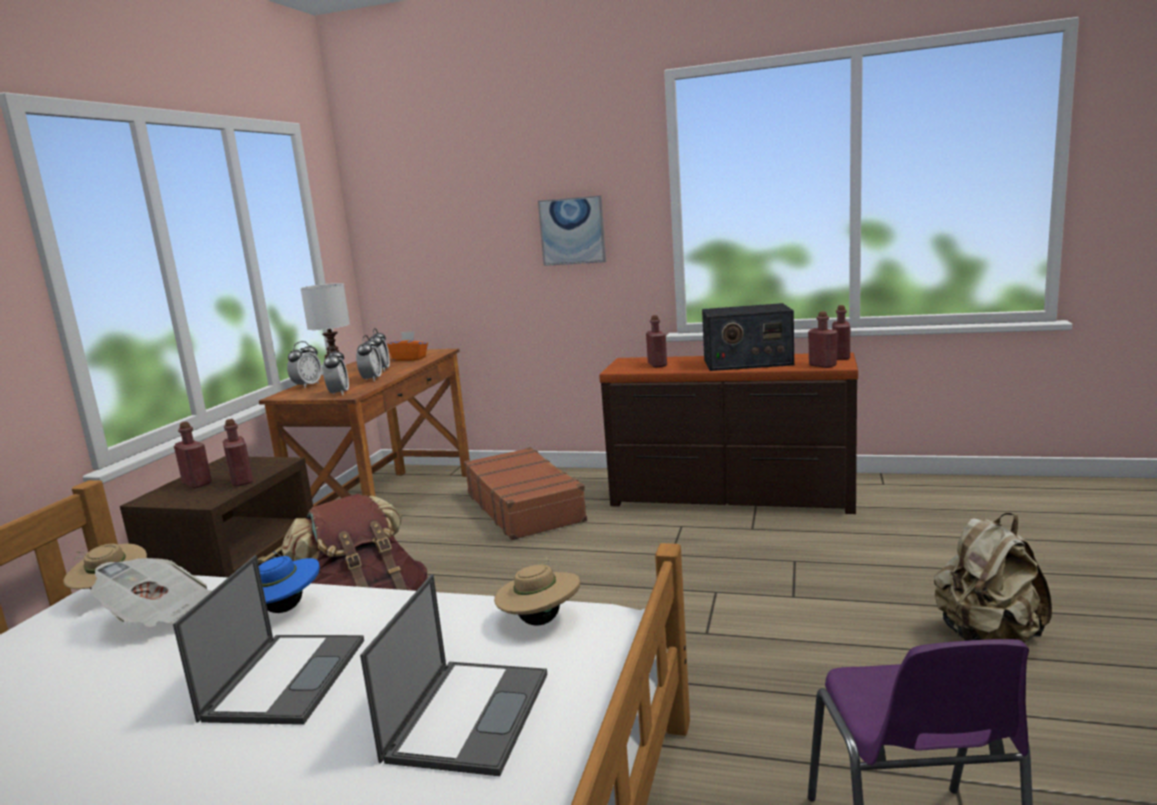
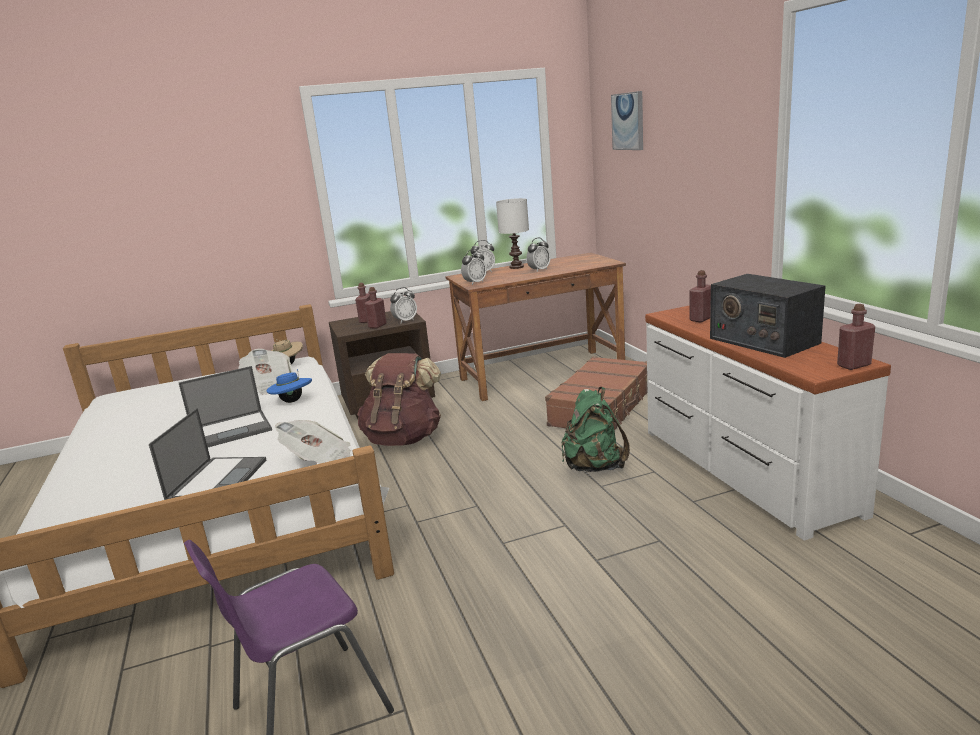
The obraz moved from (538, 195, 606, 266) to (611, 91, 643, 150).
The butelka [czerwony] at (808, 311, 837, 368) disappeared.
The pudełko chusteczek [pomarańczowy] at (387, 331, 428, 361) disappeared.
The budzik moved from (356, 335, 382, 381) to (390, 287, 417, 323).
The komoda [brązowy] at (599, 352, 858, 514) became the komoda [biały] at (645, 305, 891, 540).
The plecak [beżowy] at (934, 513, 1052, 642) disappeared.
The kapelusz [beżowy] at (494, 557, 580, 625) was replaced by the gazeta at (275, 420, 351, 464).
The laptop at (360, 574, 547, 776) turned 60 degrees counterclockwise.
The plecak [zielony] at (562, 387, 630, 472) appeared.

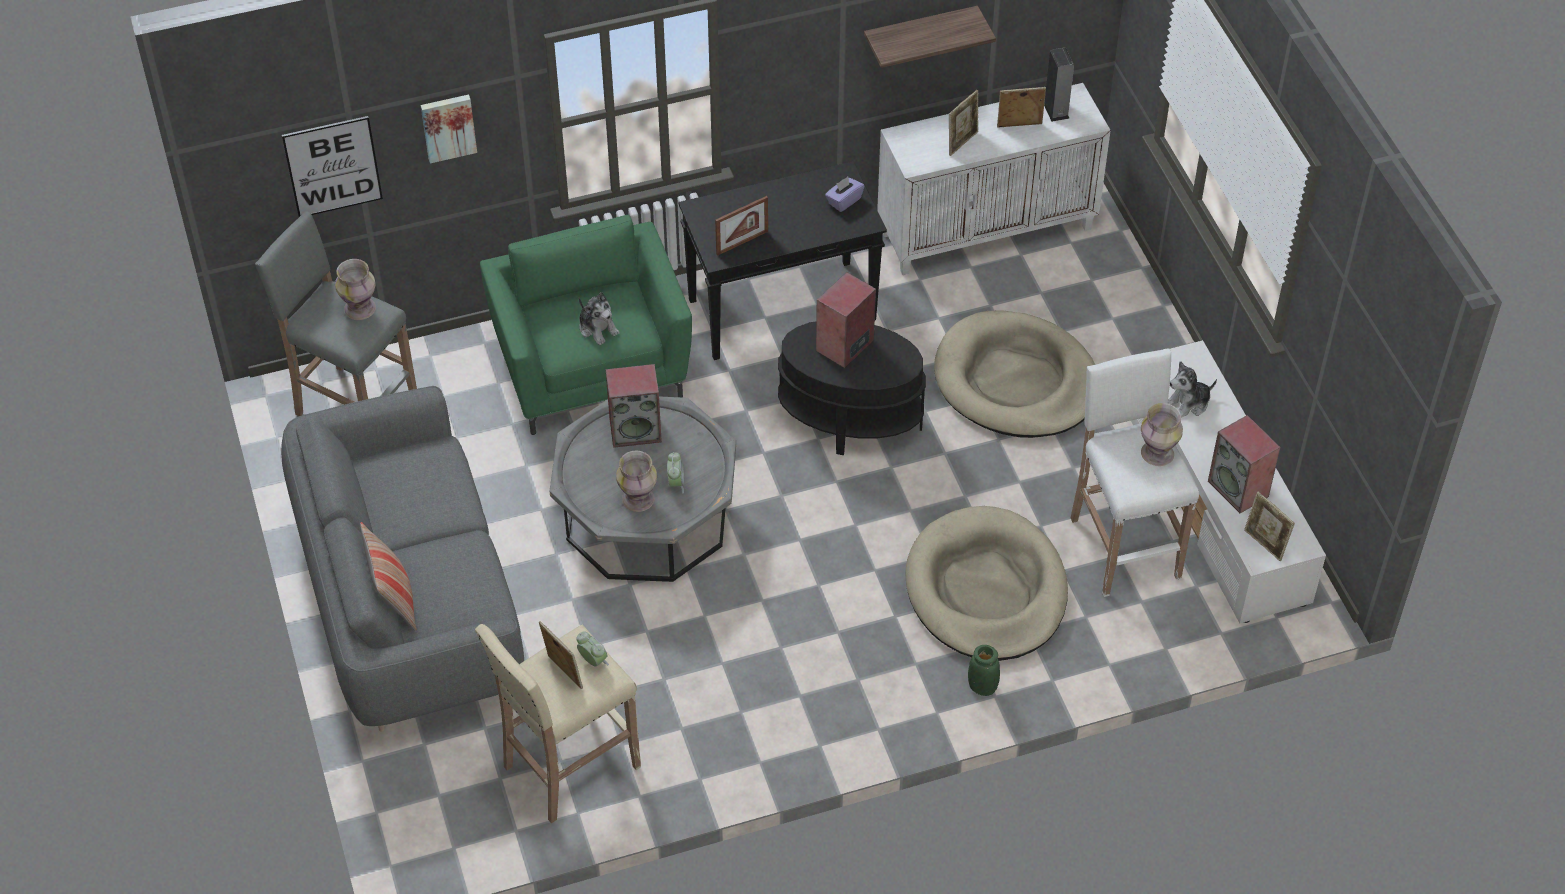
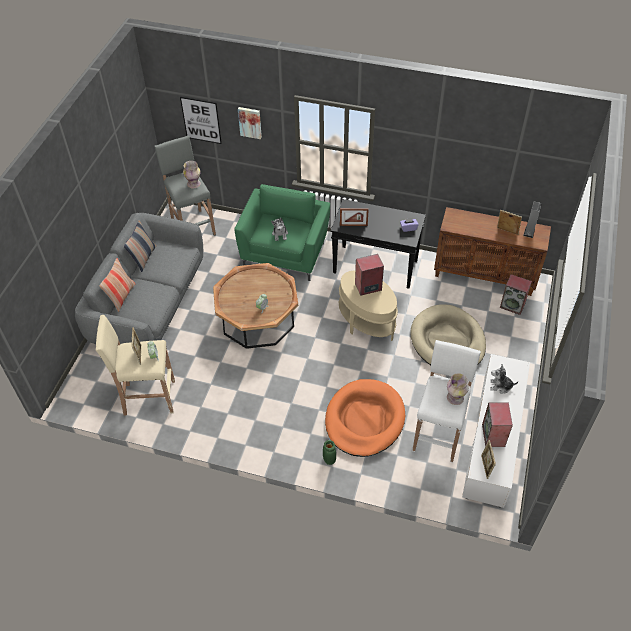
The półka at (864, 6, 996, 68) disappeared.
The szafka [biały] at (877, 83, 1111, 275) became the szafka [brązowy] at (434, 207, 551, 296).
The ramka na zdjęcie at (949, 90, 978, 156) disappeared.
The stolik [czarny] at (778, 321, 926, 455) became the stolik [beżowy] at (339, 270, 398, 341).
The głośnik moved from (605, 364, 662, 448) to (500, 274, 532, 315).
The ława [szary] at (550, 397, 736, 582) became the ława [brązowy] at (213, 263, 298, 349).
The wazon at (616, 451, 657, 512) disappeared.
The legowisko [beżowy] at (905, 506, 1068, 661) became the legowisko [pomarańczowy] at (325, 379, 405, 457).
The poduszka at (124, 220, 156, 272) appeared.

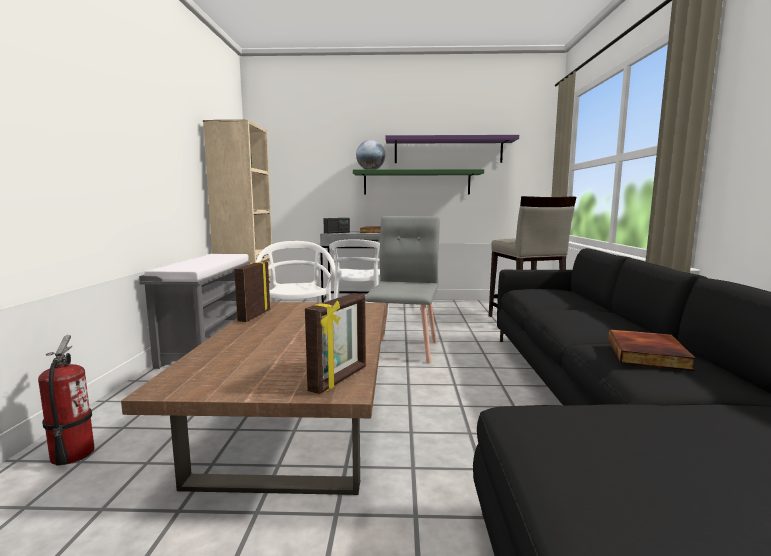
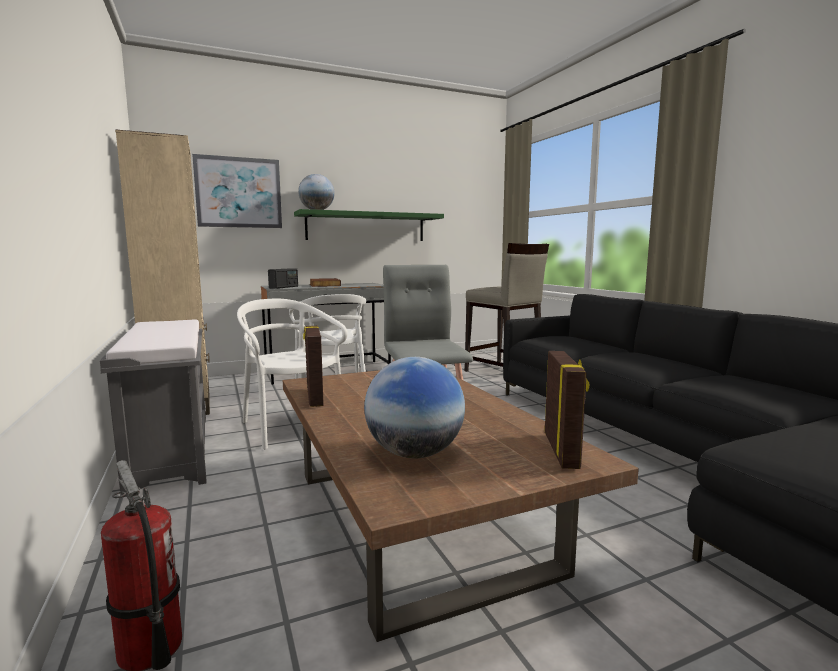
The półka [fioletowy] at (385, 135, 519, 163) disappeared.
The książka at (608, 329, 695, 371) disappeared.
The obraz at (192, 154, 282, 228) appeared.
The globus at (364, 357, 465, 459) appeared.

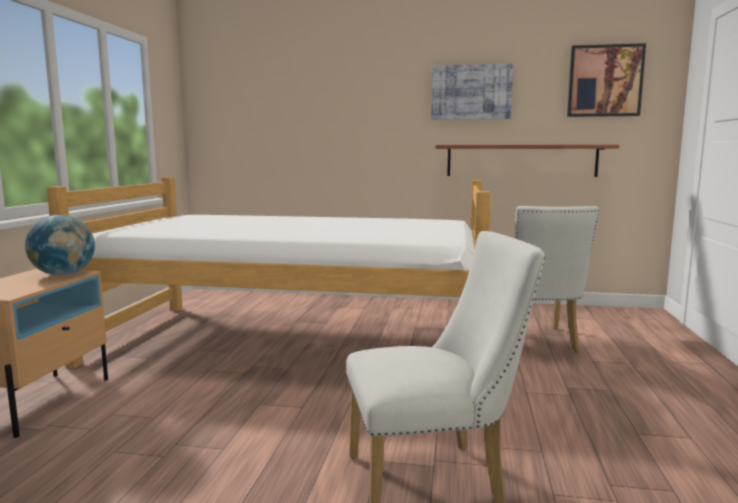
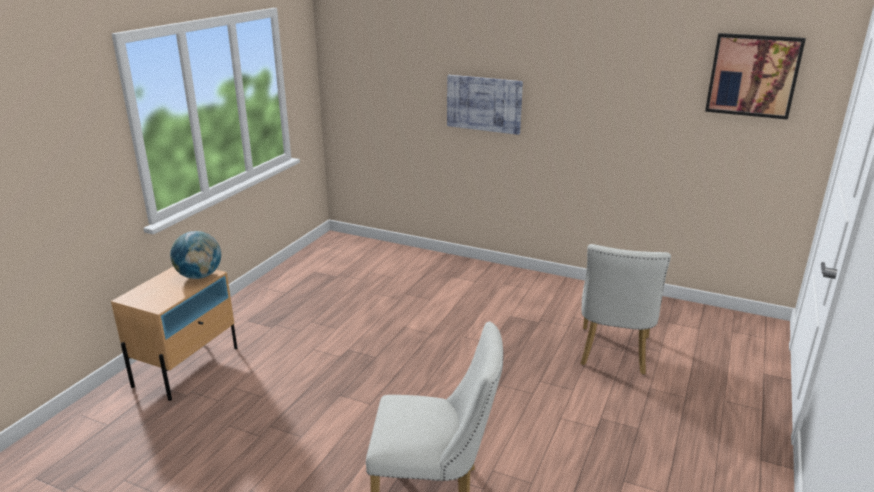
The obraz moved from (431, 64, 513, 120) to (447, 75, 523, 135).
The półka at (436, 145, 619, 177) disappeared.
The łóżko at (47, 177, 491, 368) disappeared.

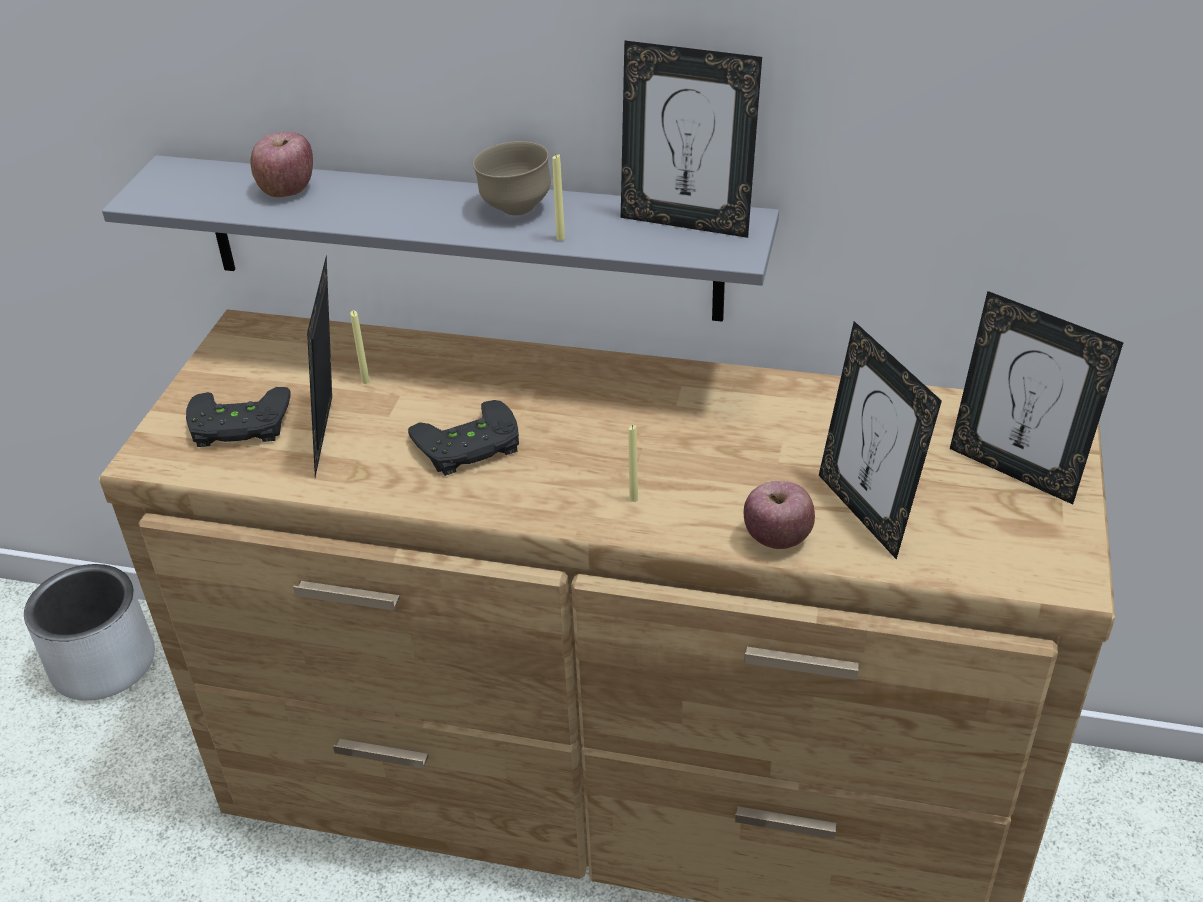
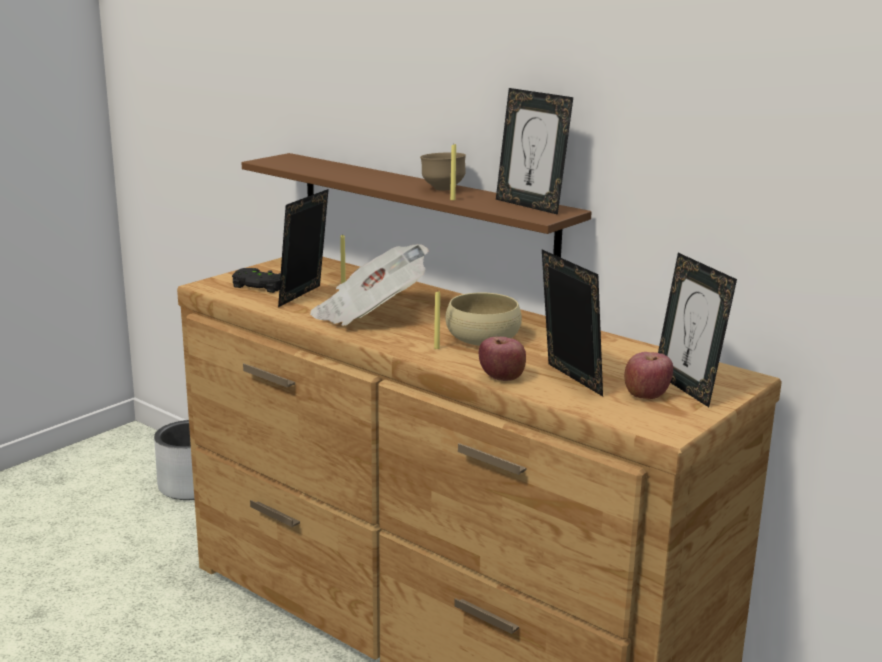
The jabłko moved from (250, 132, 313, 197) to (624, 352, 673, 399).
The półka [szary] at (102, 155, 779, 322) became the półka [brązowy] at (242, 153, 592, 258).
The ramka na zdjęcie at (819, 321, 942, 560) turned 150 degrees clockwise.
The pad do gier [czarny] at (408, 400, 519, 476) was replaced by the gazeta at (310, 244, 429, 326).
The miska [beżowy] at (445, 293, 522, 346) appeared.

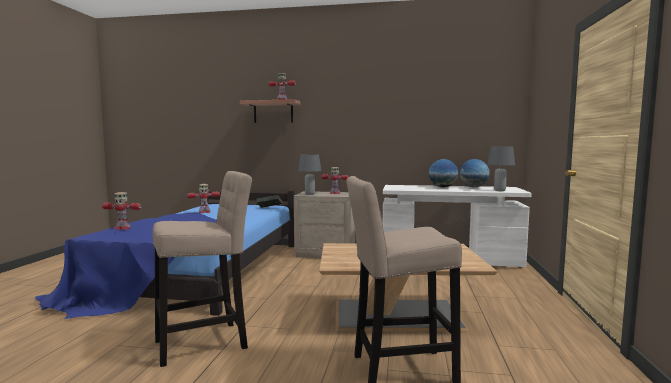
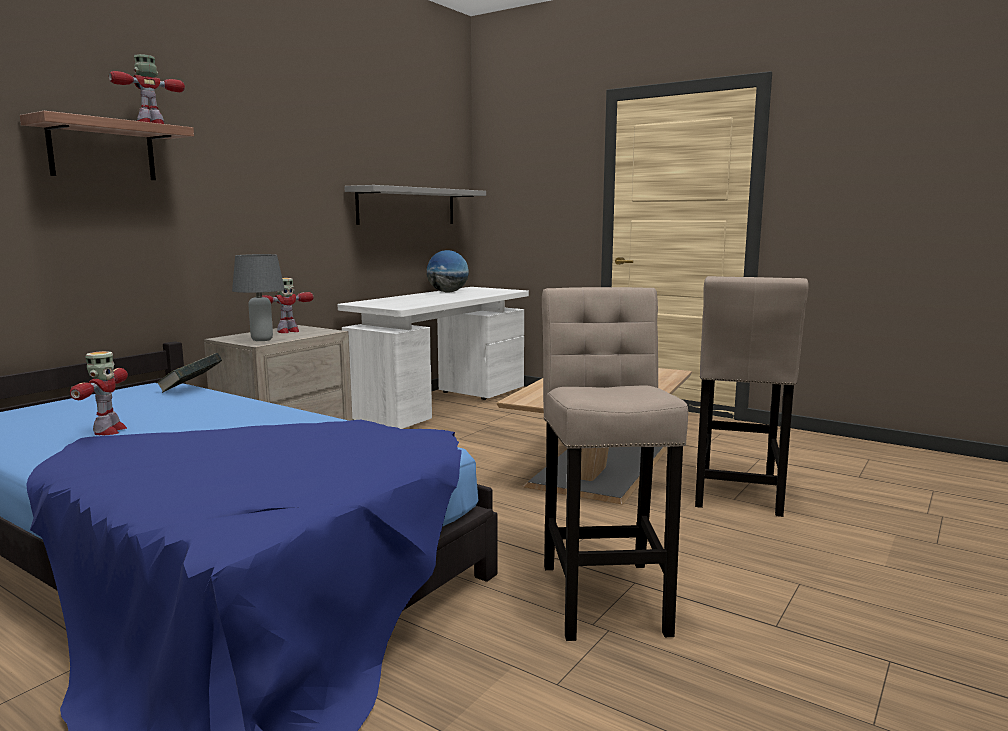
The lampa stołowa [szary] at (487, 147, 515, 191) disappeared.
The globus at (429, 159, 458, 188) disappeared.
The robot zabawkowy at (102, 192, 142, 230) disappeared.
The półka [szary] at (344, 185, 486, 225) appeared.

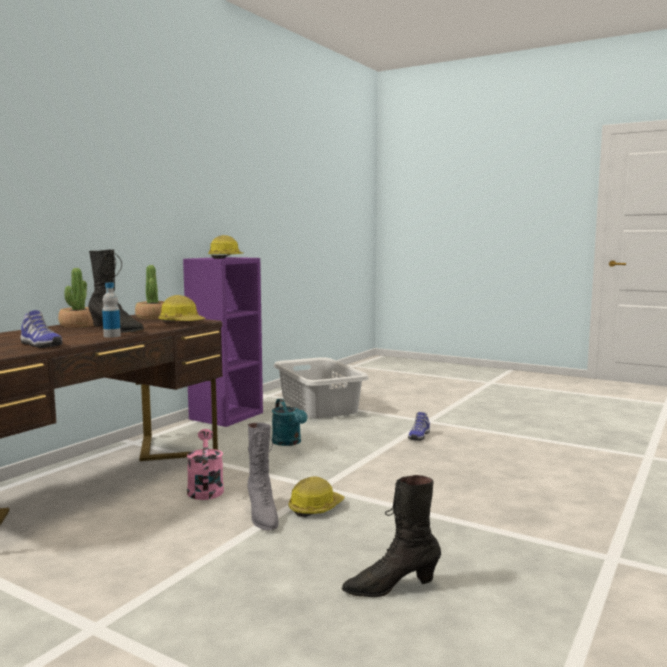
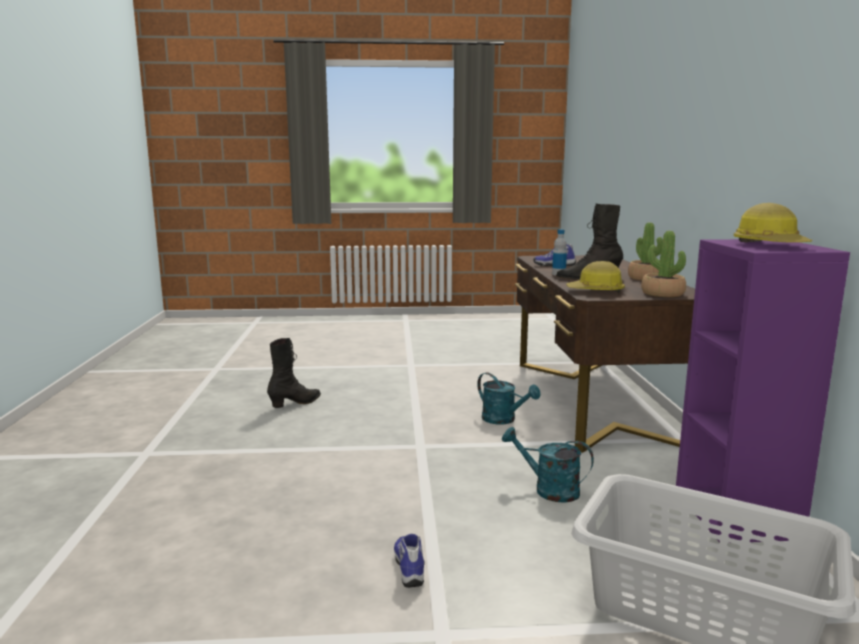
The but z cholewką [szary] at (248, 422, 279, 531) disappeared.
The konewka [różowy] at (187, 429, 224, 500) became the konewka [turkusowy] at (477, 373, 541, 424).
The kask at (289, 477, 344, 517) disappeared.

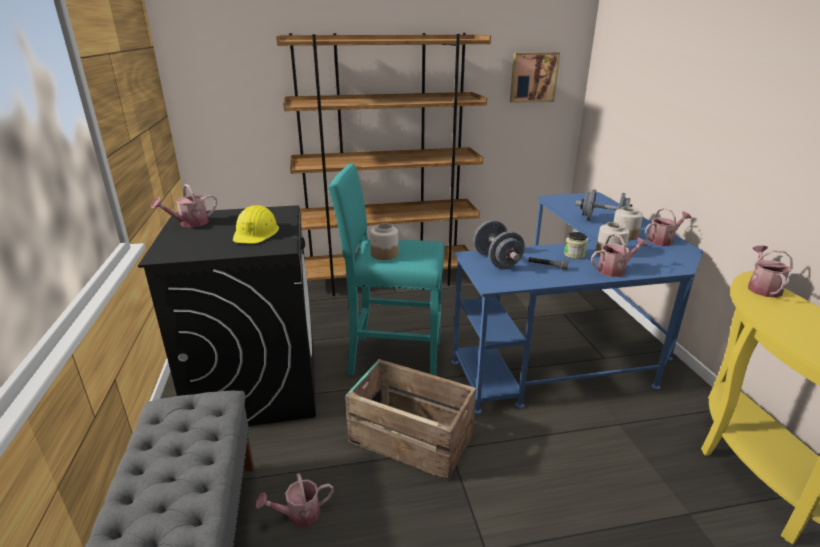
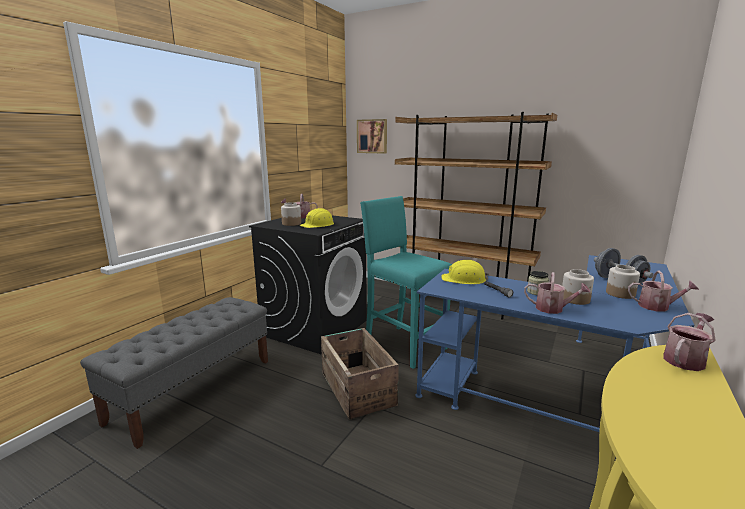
The obraz moved from (510, 52, 560, 103) to (357, 119, 387, 154).
The hantel [szary] at (473, 220, 525, 269) was replaced by the kask [żółty] at (441, 260, 489, 284).
The słoik moved from (370, 223, 398, 260) to (281, 202, 301, 226).
The konewka at (256, 473, 334, 526) disappeared.

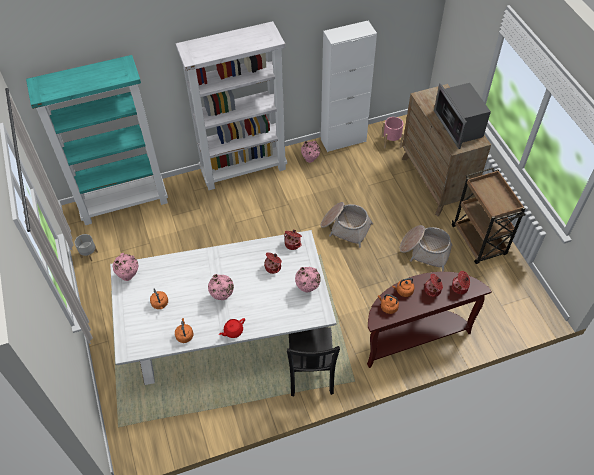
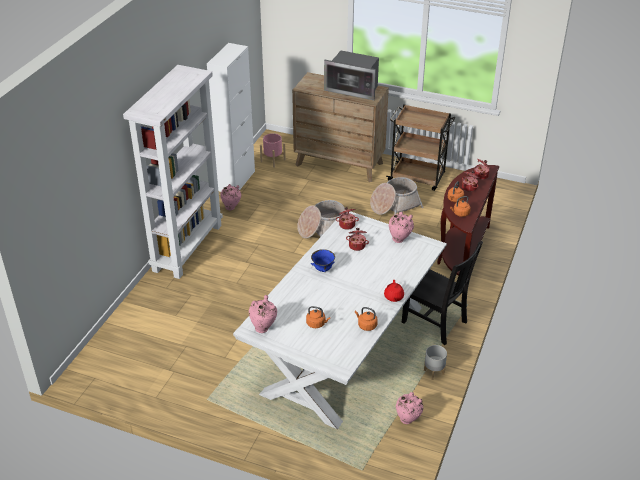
The regał [turkusowy] at (26, 55, 168, 225) disappeared.
The donica [szary] moved from (75, 234, 98, 261) to (424, 345, 447, 380).
The wazon [różowy] moved from (208, 274, 234, 300) to (396, 392, 423, 424).
The miska [niebieski] at (311, 249, 335, 272) appeared.

